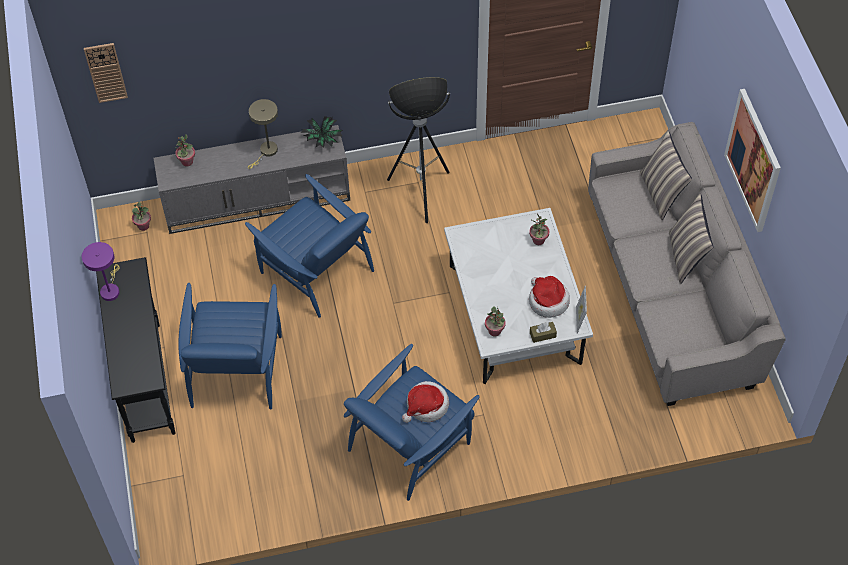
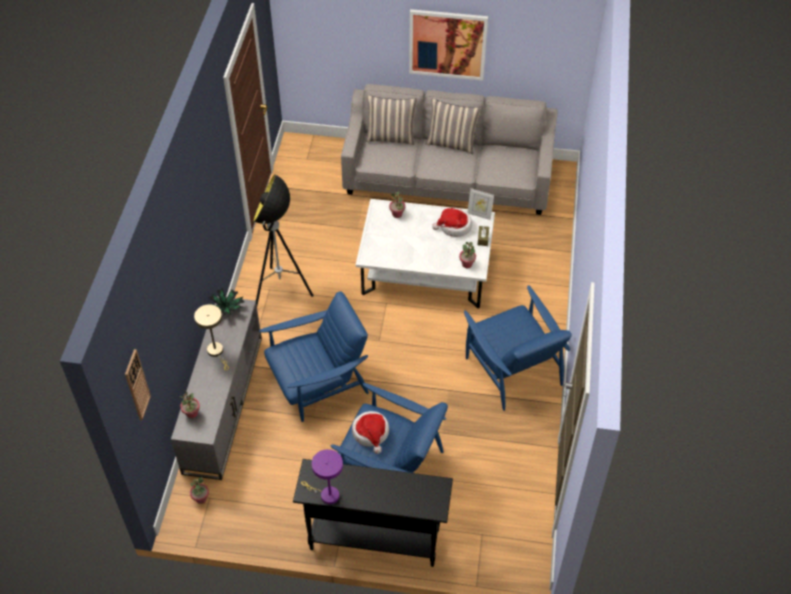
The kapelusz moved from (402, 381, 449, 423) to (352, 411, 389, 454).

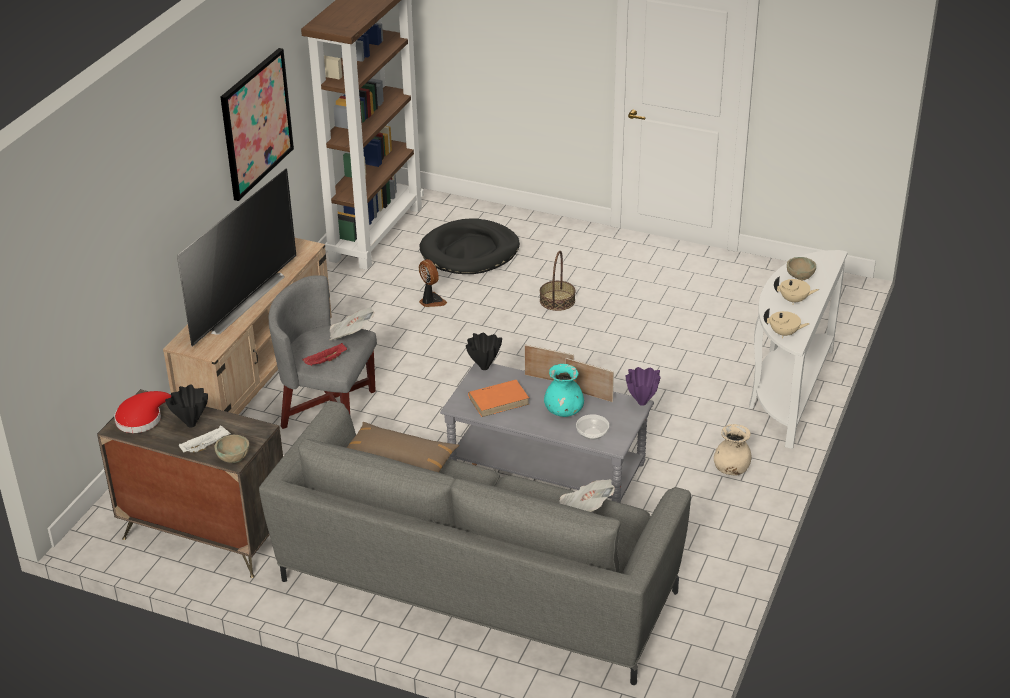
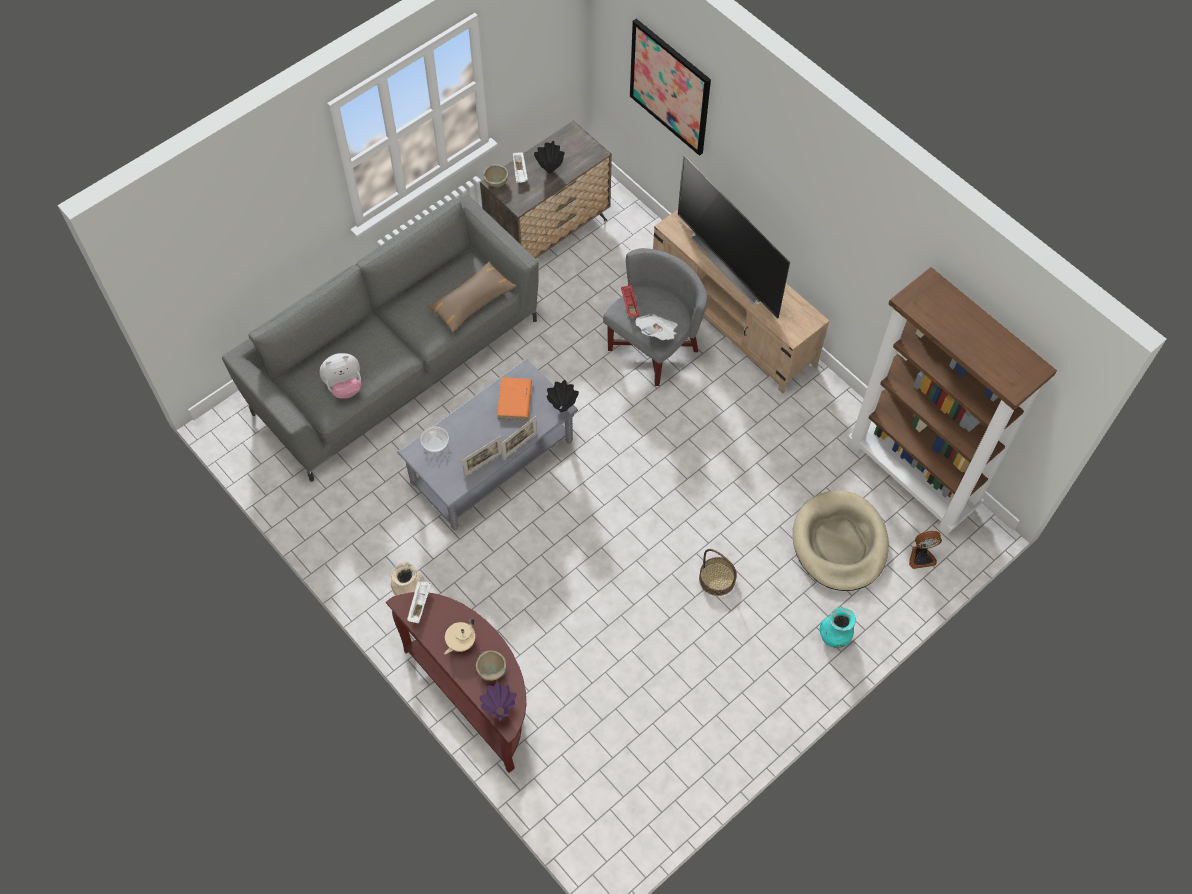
The obraz moved from (220, 48, 294, 201) to (630, 19, 711, 156).
The legowisko [czarny] at (420, 218, 520, 274) became the legowisko [beżowy] at (793, 490, 889, 591).
The stolik konsolowy [biały] at (749, 250, 848, 449) became the stolik konsolowy [brązowy] at (386, 592, 526, 773).
The wentylator moved from (419, 259, 447, 307) to (909, 531, 942, 569).
The imbryk [beżowy] at (764, 308, 810, 338) was replaced by the taca [biały] at (407, 581, 431, 623).
The wazon [turkusowy] moved from (544, 364, 584, 417) to (820, 607, 856, 648).
The wazon [fioletowy] moved from (625, 367, 660, 406) to (479, 682, 517, 721).
The kapelusz [czerwony] at (114, 391, 171, 433) disappeared.
The gazeta at (560, 479, 615, 512) was replaced by the pluszak at (319, 353, 361, 399).

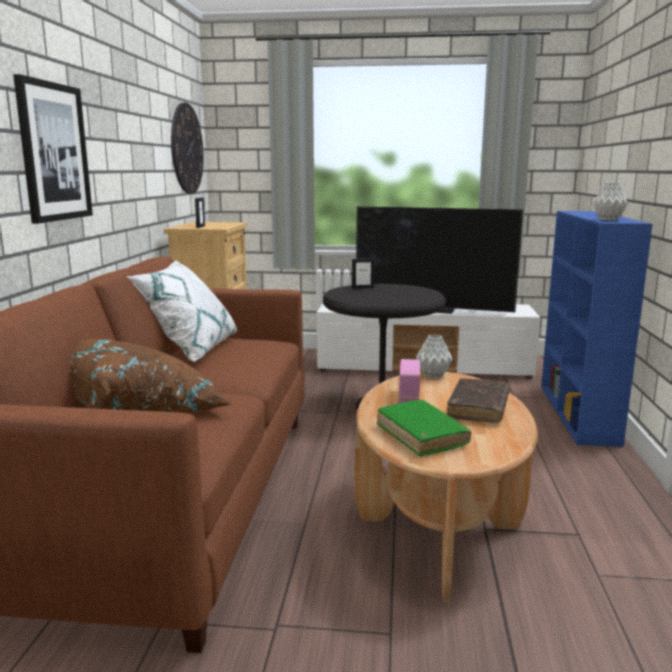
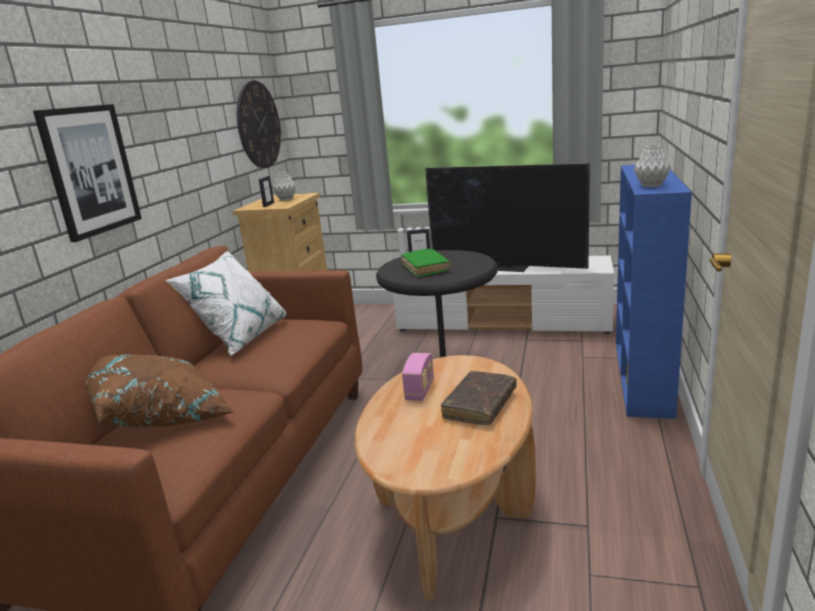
The wazon [szary] moved from (416, 335, 453, 378) to (272, 171, 296, 201).
The książka [zielony] moved from (377, 400, 471, 456) to (401, 249, 451, 277).

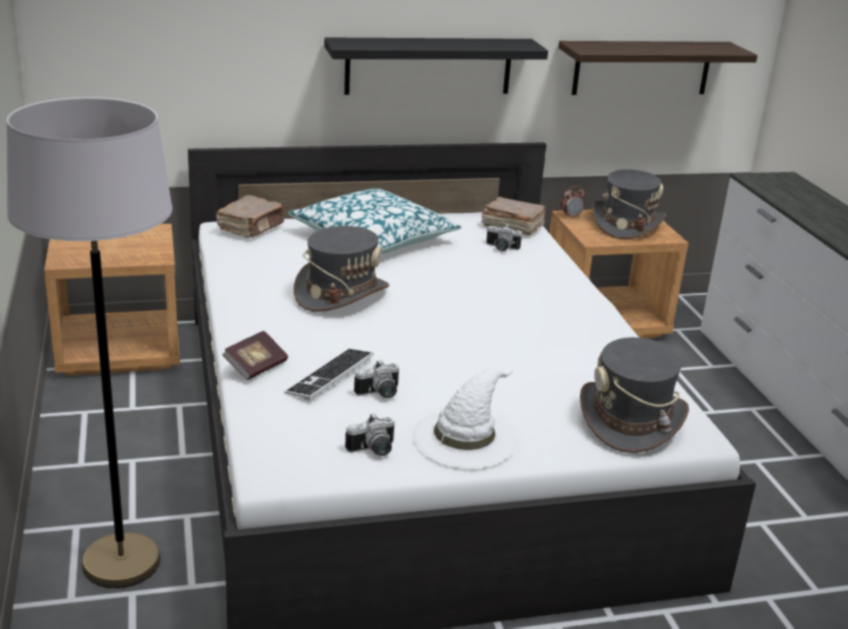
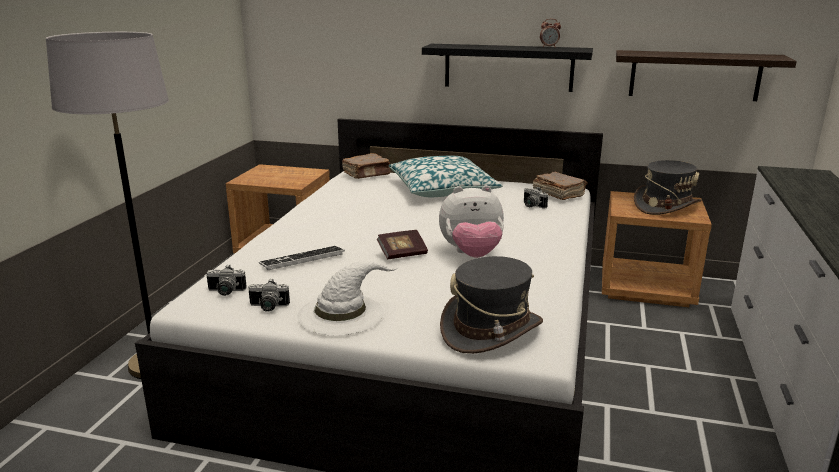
The budzik moved from (561, 186, 586, 218) to (540, 19, 561, 48).
The kapelusz [szary] at (294, 226, 389, 312) disappeared.
The książka moved from (222, 331, 288, 380) to (377, 230, 428, 259).
The aparat fotograficzny moved from (354, 360, 399, 398) to (206, 265, 247, 296).
The pluszak at (439, 185, 504, 258) appeared.

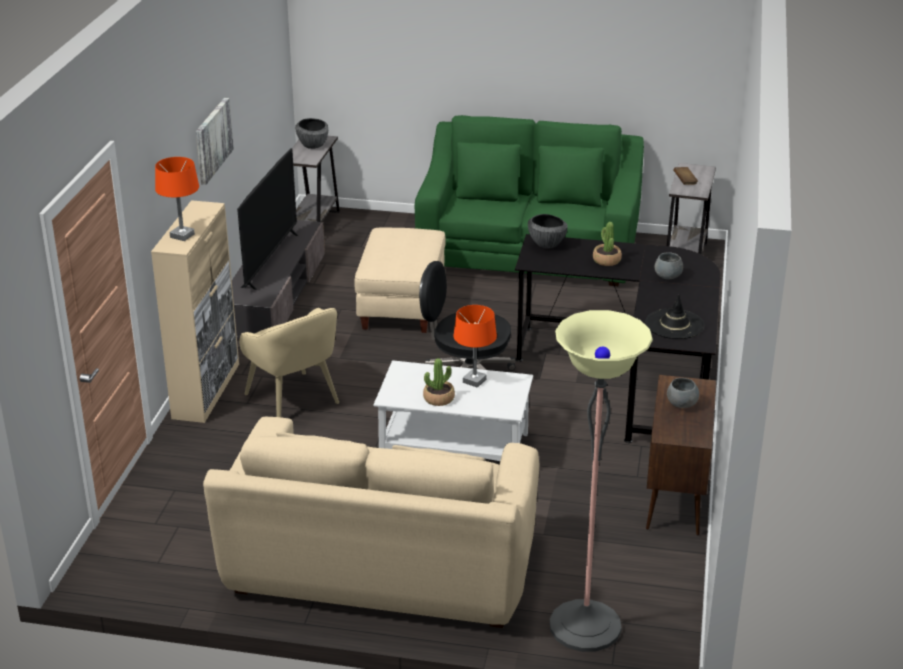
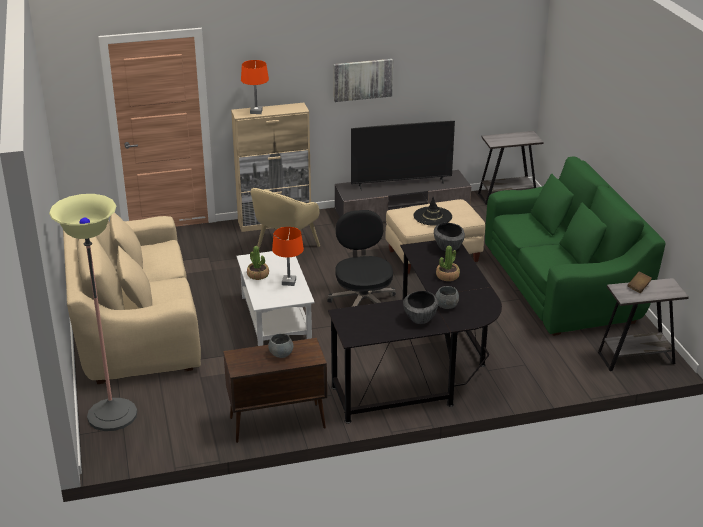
The miska moved from (295, 118, 328, 149) to (403, 291, 439, 324).
The kapelusz [czarny] moved from (645, 294, 705, 339) to (413, 197, 452, 226).

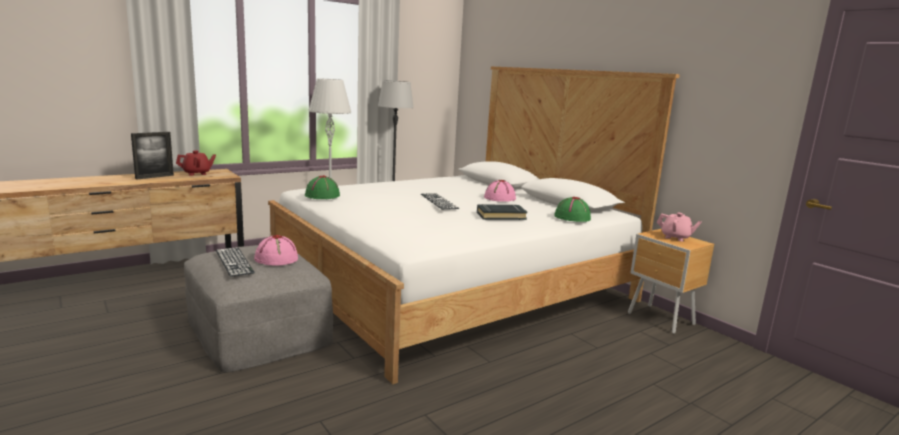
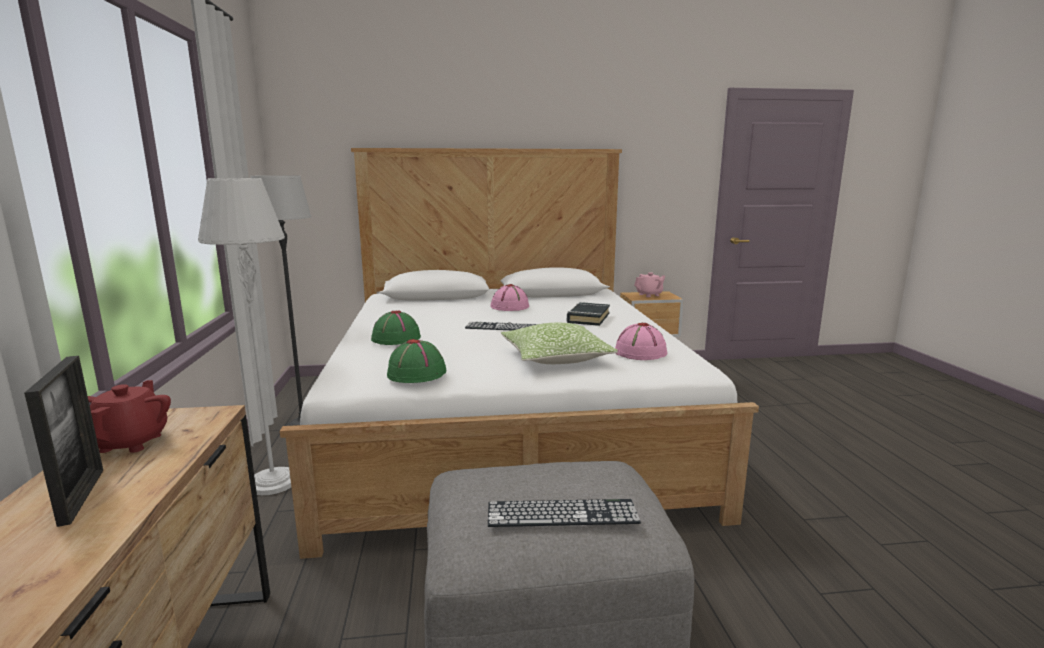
The kapelusz [zielony] moved from (554, 197, 591, 222) to (371, 310, 421, 345).
The kapelusz [różowy] moved from (254, 235, 298, 266) to (615, 323, 667, 360).
The poduszka at (501, 323, 618, 364) appeared.

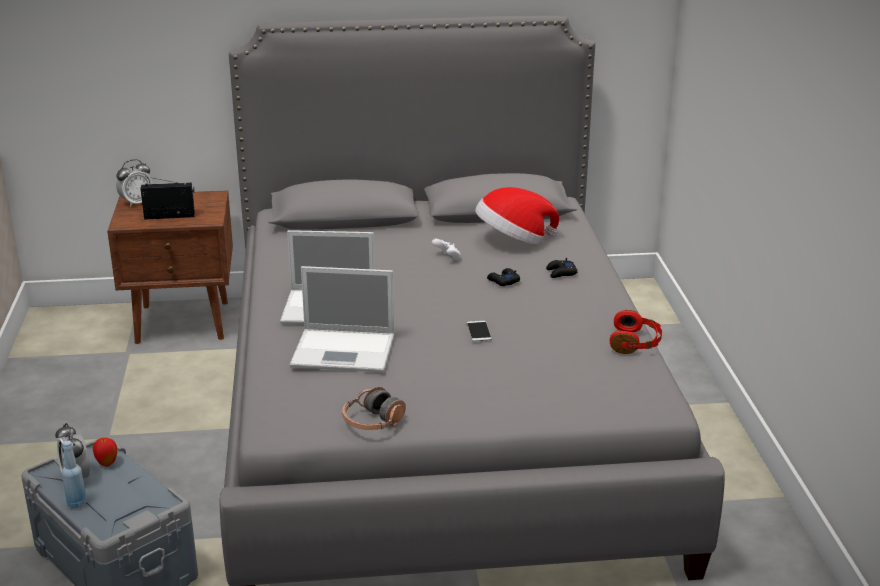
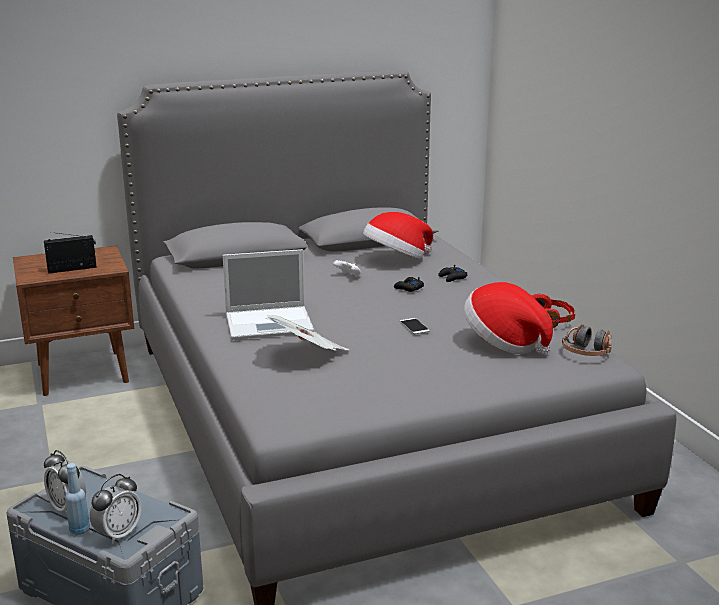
The budzik moved from (116, 159, 153, 207) to (90, 474, 142, 544).
The laptop at (290, 266, 394, 372) was replaced by the gazeta at (266, 315, 349, 351).
The słuchawki moved from (342, 387, 406, 430) to (562, 325, 612, 356).
The jabłko at (93, 437, 117, 466) disappeared.
The kapelusz at (464, 282, 553, 355) appeared.

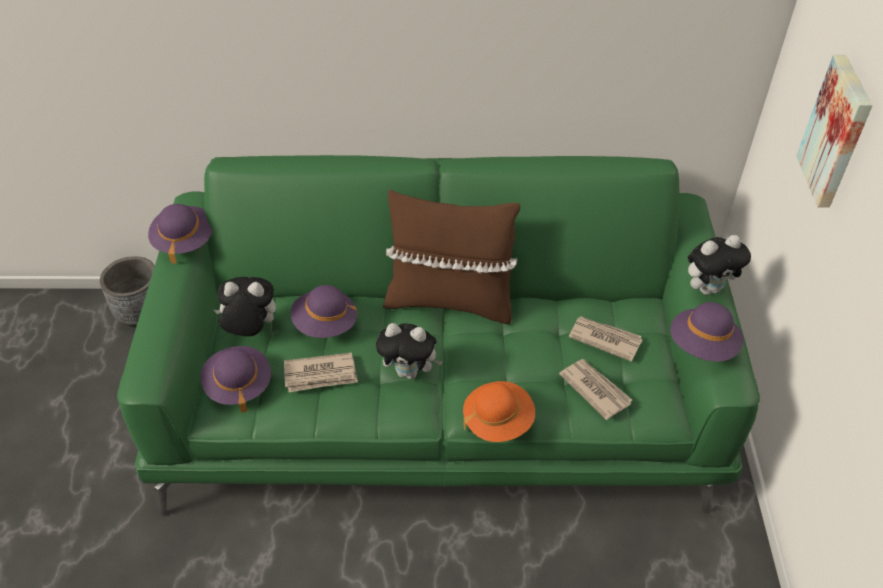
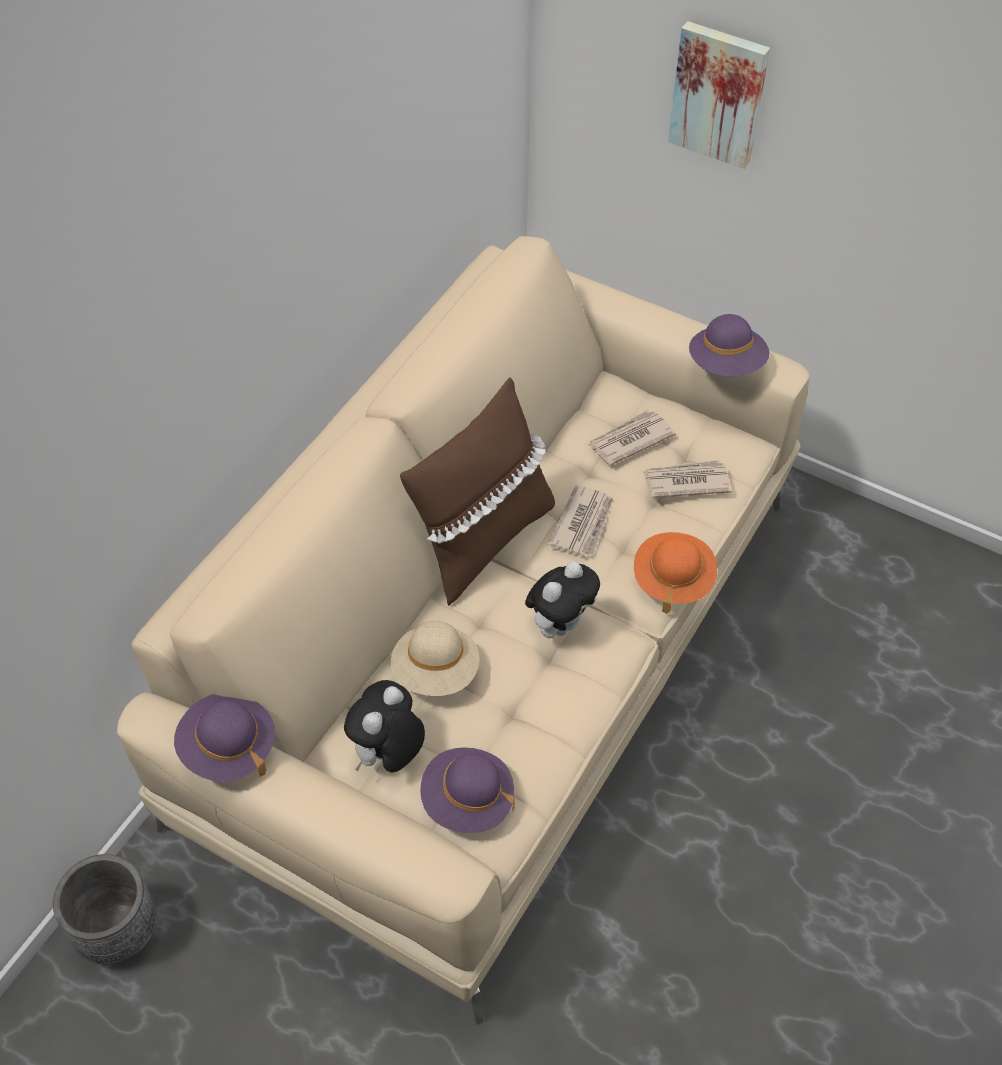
The kanapa [zielony] at (117, 155, 760, 517) became the kanapa [beżowy] at (117, 236, 810, 1025).
The pluszak at (688, 235, 751, 295) disappeared.
The kapelusz [fioletowy] at (291, 285, 358, 338) became the kapelusz [beżowy] at (391, 621, 479, 696).
The gazeta moved from (284, 353, 358, 392) to (548, 485, 614, 557).

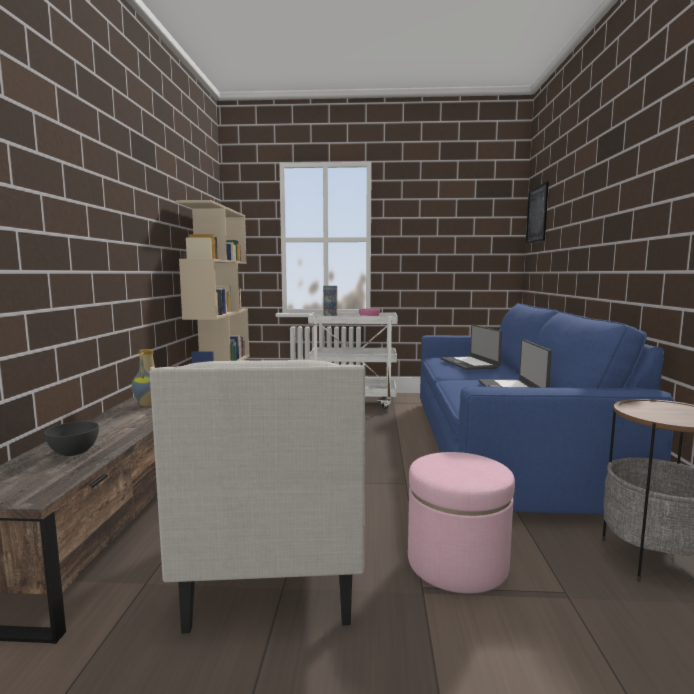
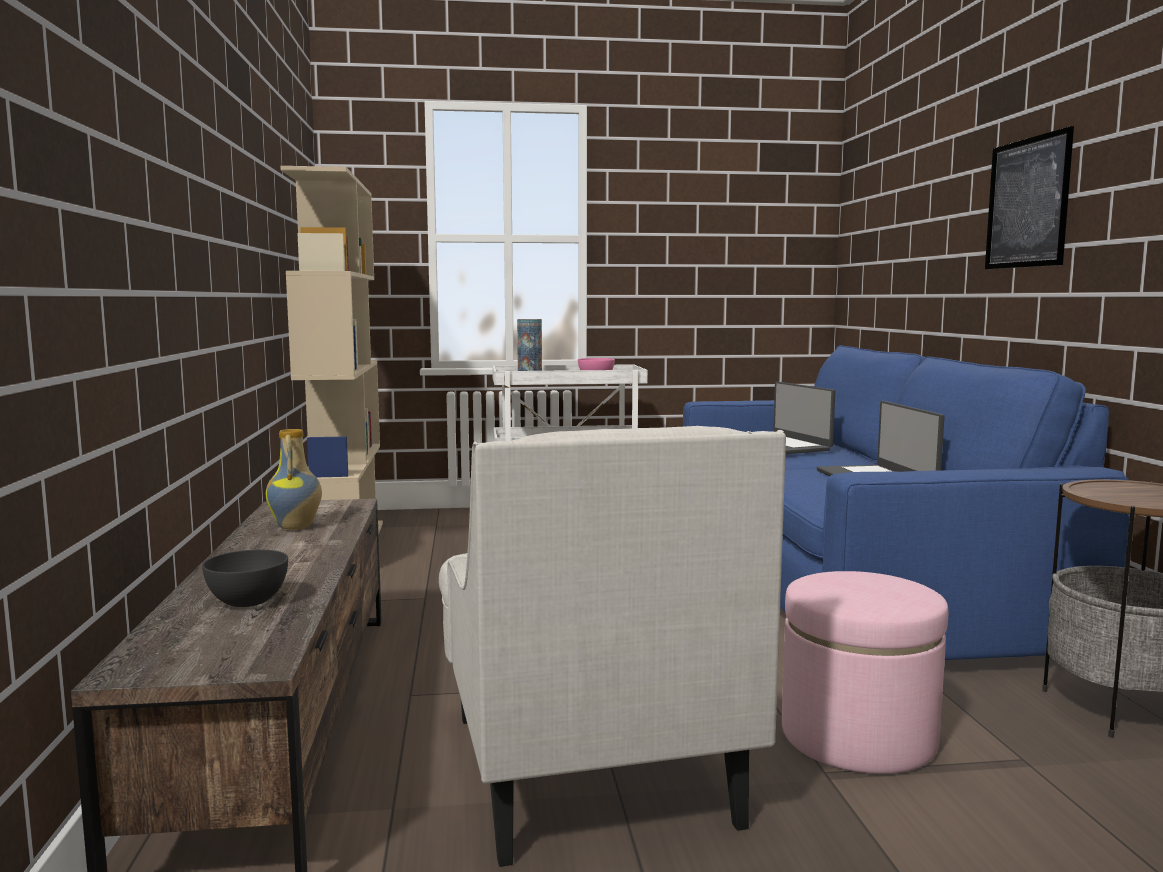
The obraz moved from (526, 181, 549, 244) to (985, 126, 1074, 269).

